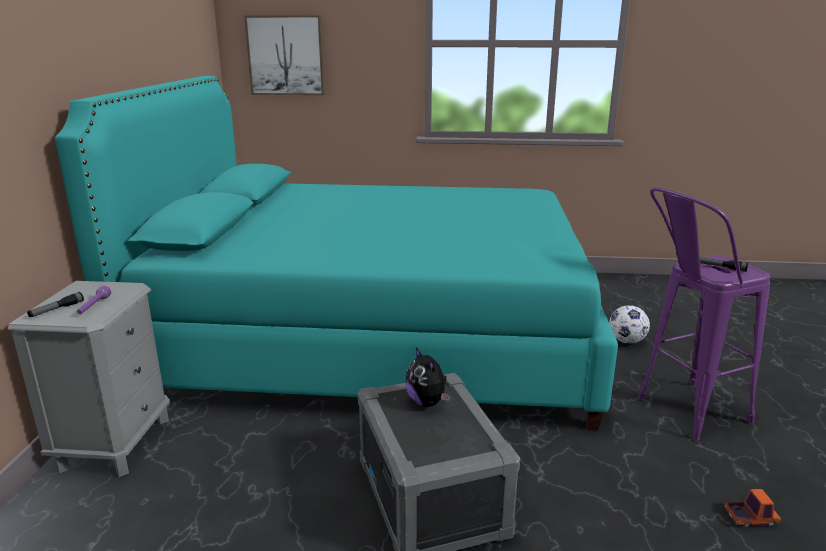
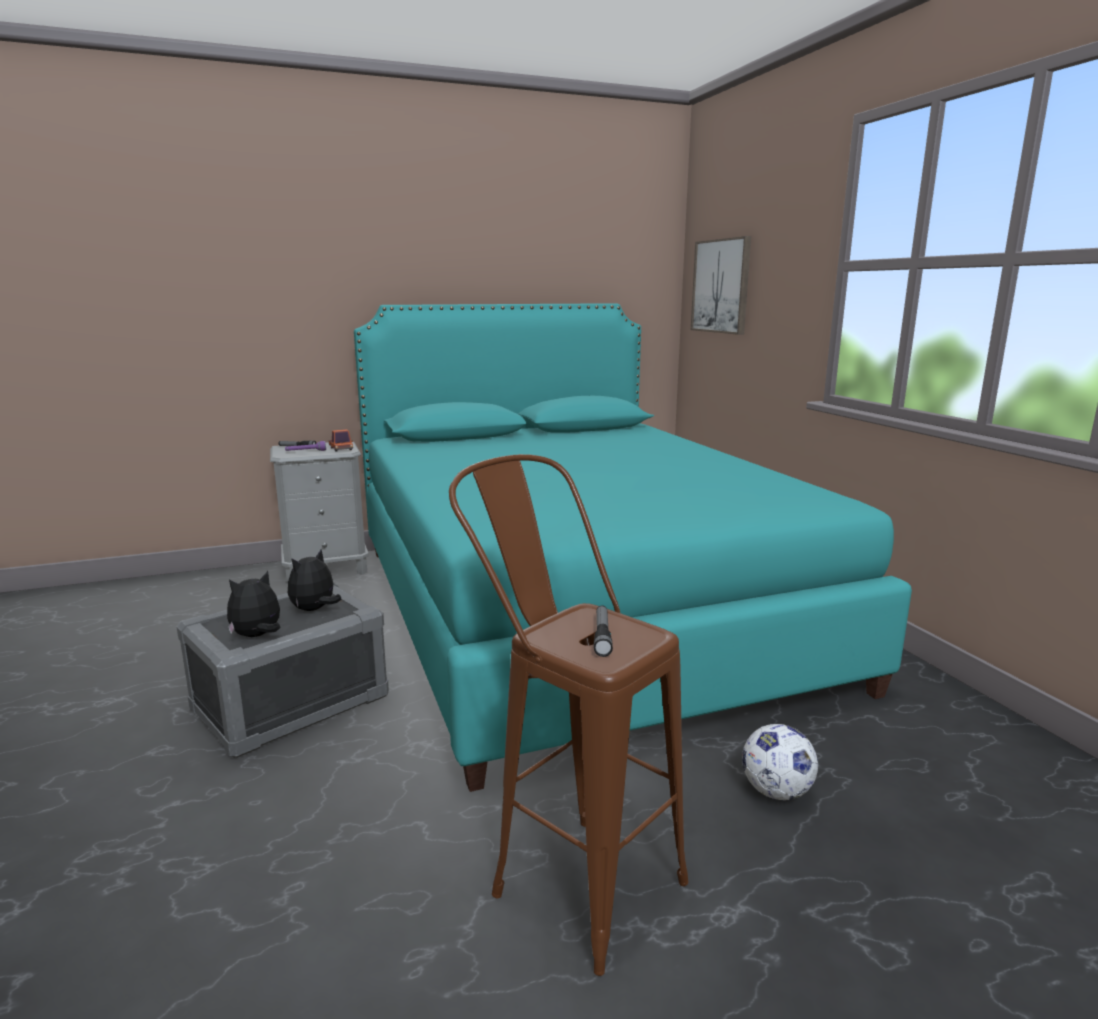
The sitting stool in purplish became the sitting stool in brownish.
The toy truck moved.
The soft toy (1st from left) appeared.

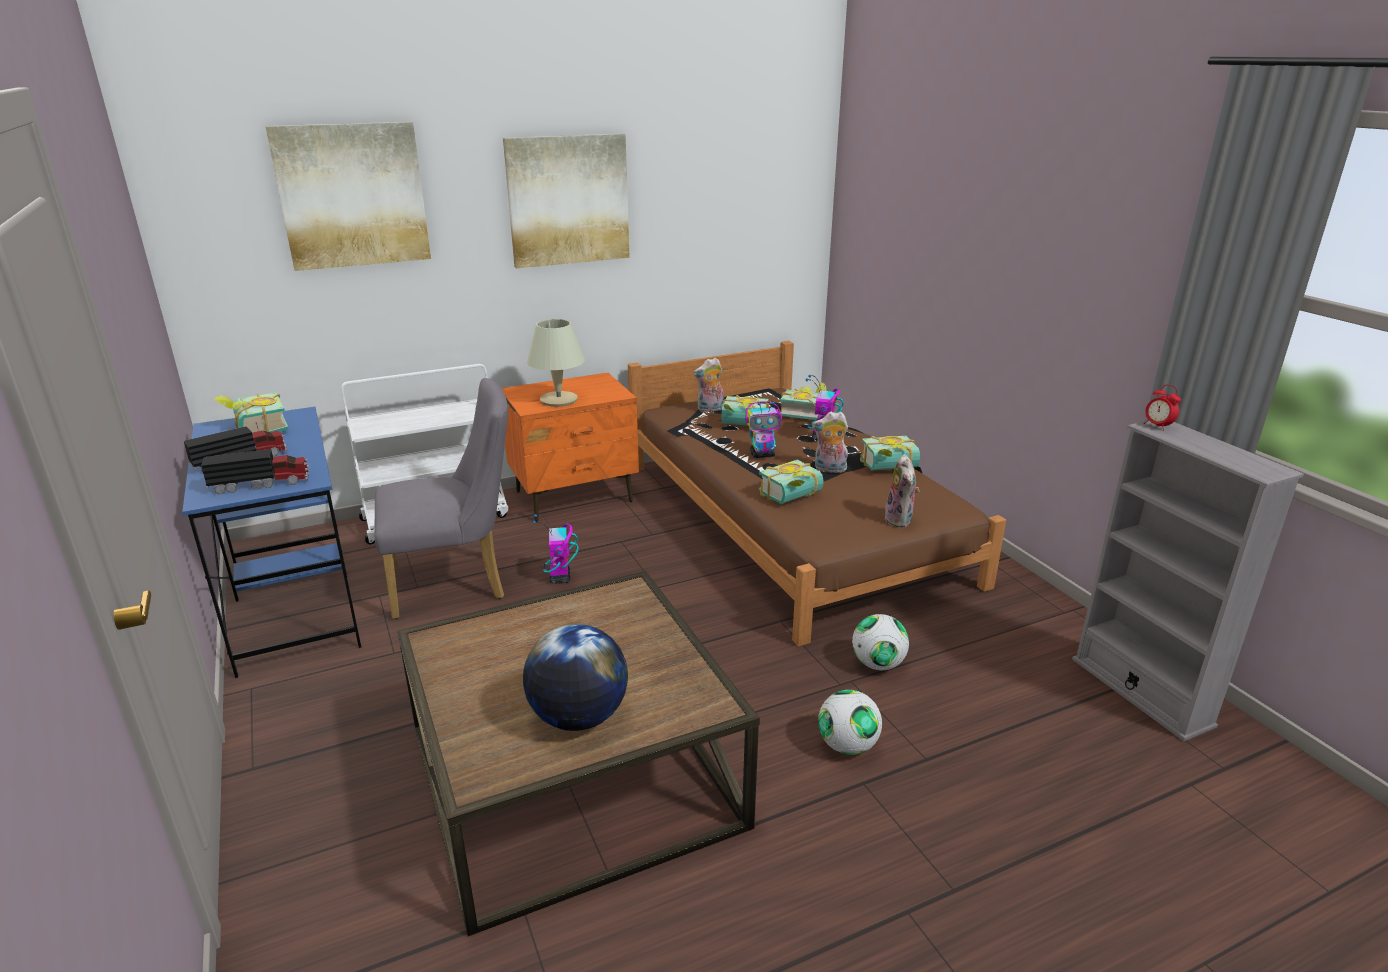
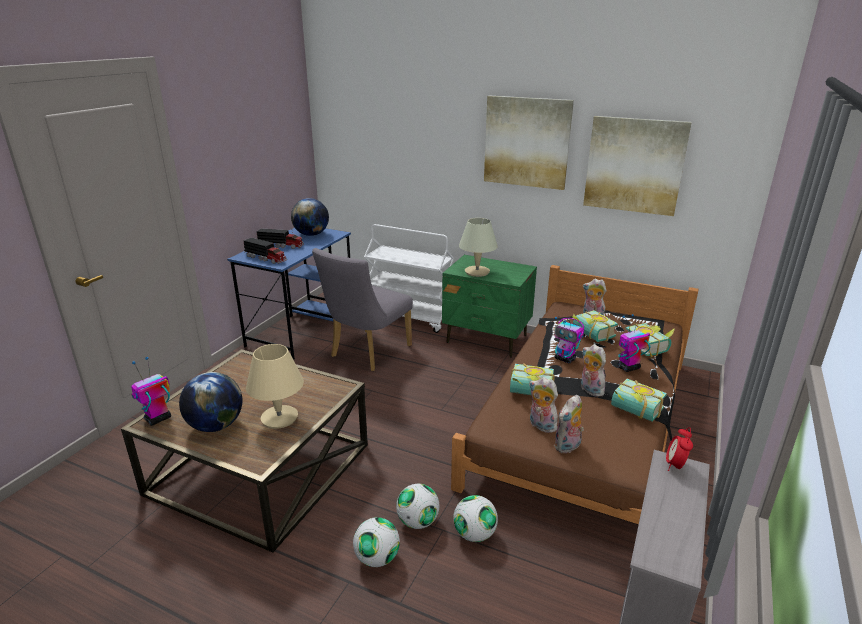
The book (1st from left) was replaced by the globe (2nd from left).
The wall art (1st from left in the first image) moved.
The chair in gray turned 90 degrees clockwise.
The bedside table in orange became the bedside table in green-coloured.
The toy robot (1st from left) moved.
The table lamp in beige (1st from left) appeared.
The football ball (2nd from left) appeared.
The soft toy (1st from left) appeared.

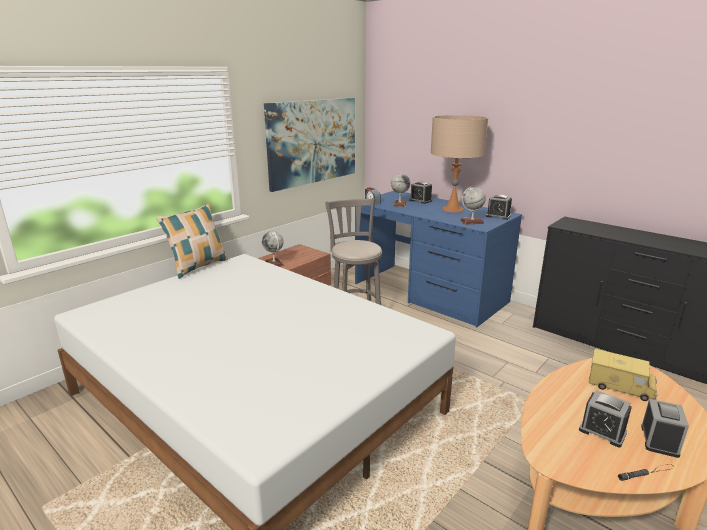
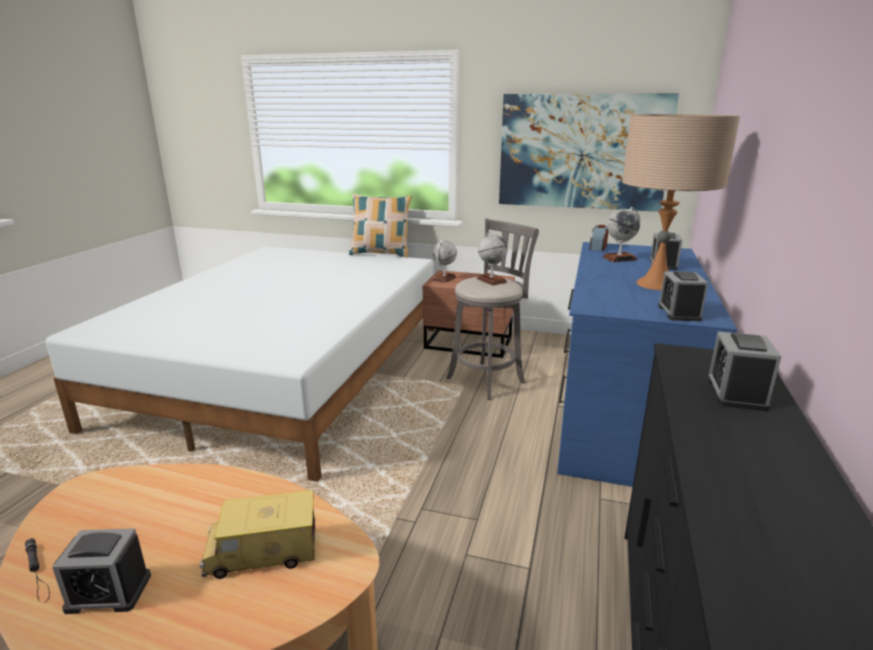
The globe (3rd from left in the first image) moved.
The bedside clock (4th from left in the first image) moved.
The toy truck turned 75 degrees clockwise.

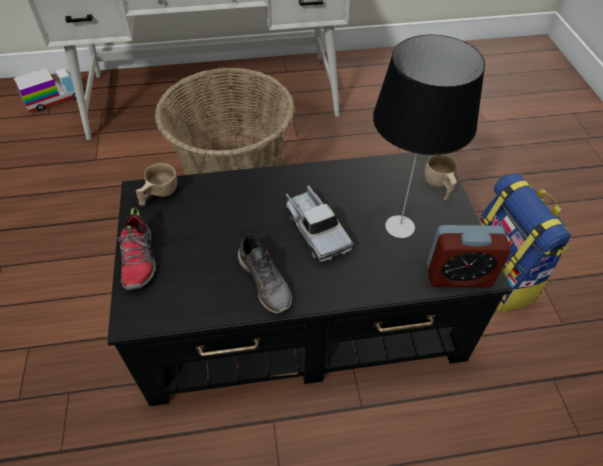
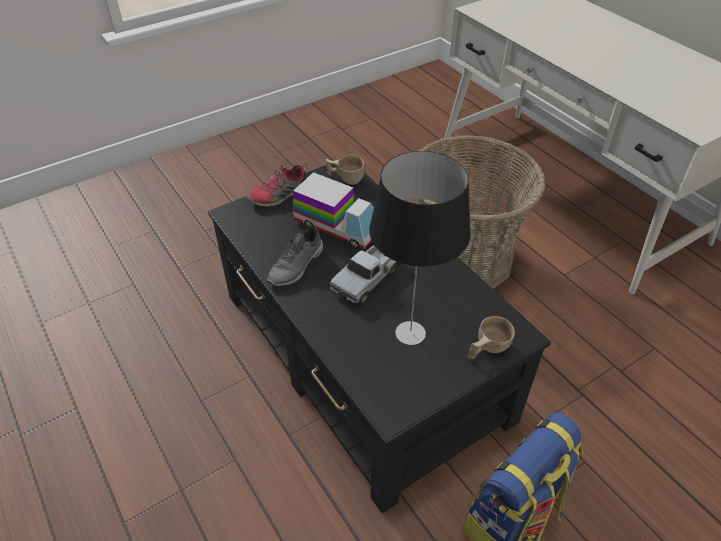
The toy truck (1st from left) moved.
The bedside clock disappeared.

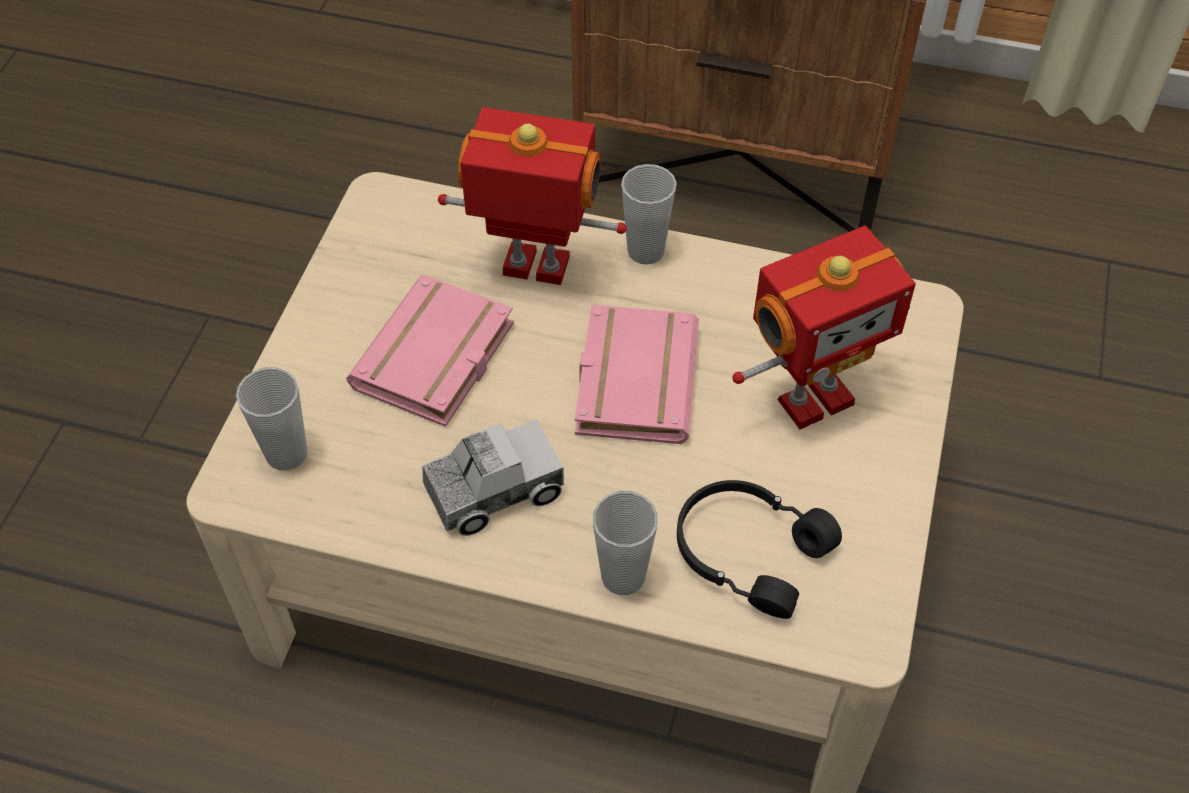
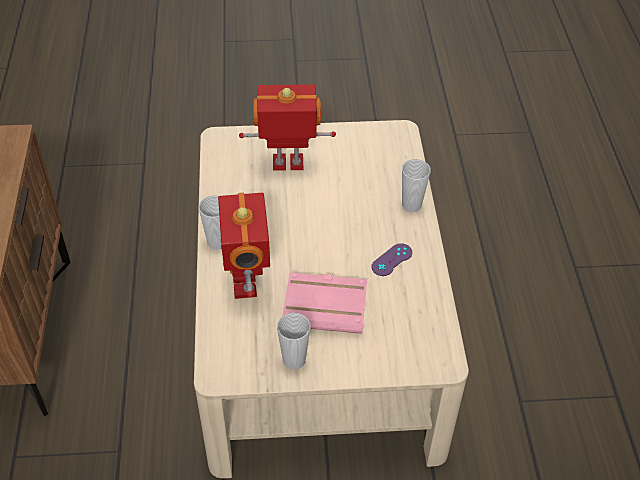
The drinking cup (1st from left in the first image) moved.
The toy truck was replaced by the joypad in purplish.
The book in pinkish (2nd from left) disappeared.
The headphones in black disappeared.
The toy robot (2nd from left) turned 45 degrees counterclockwise.

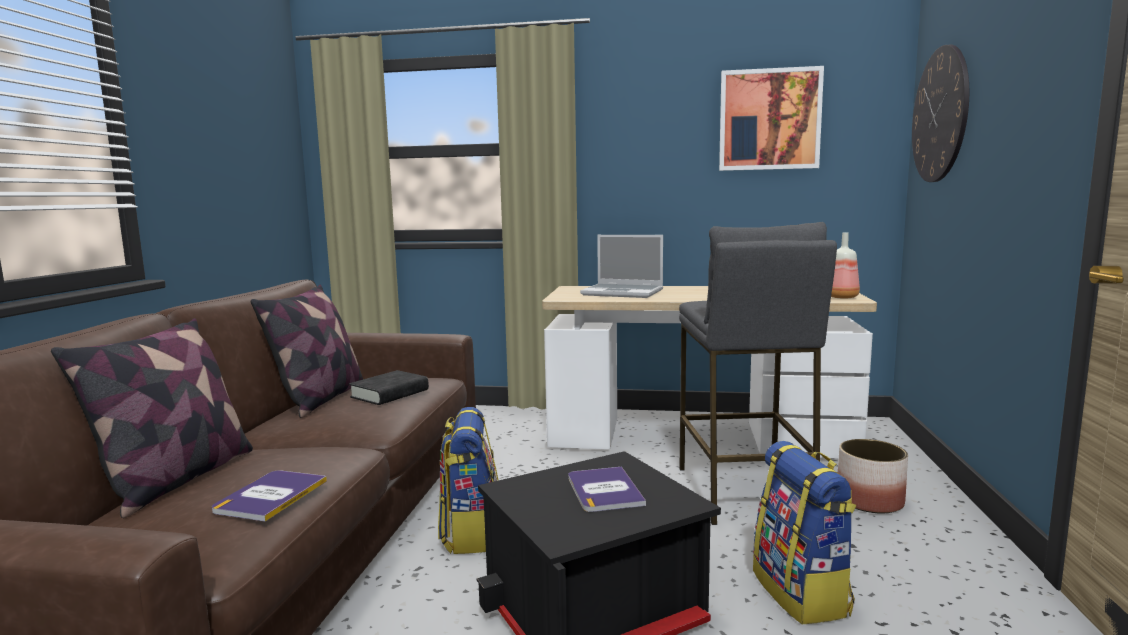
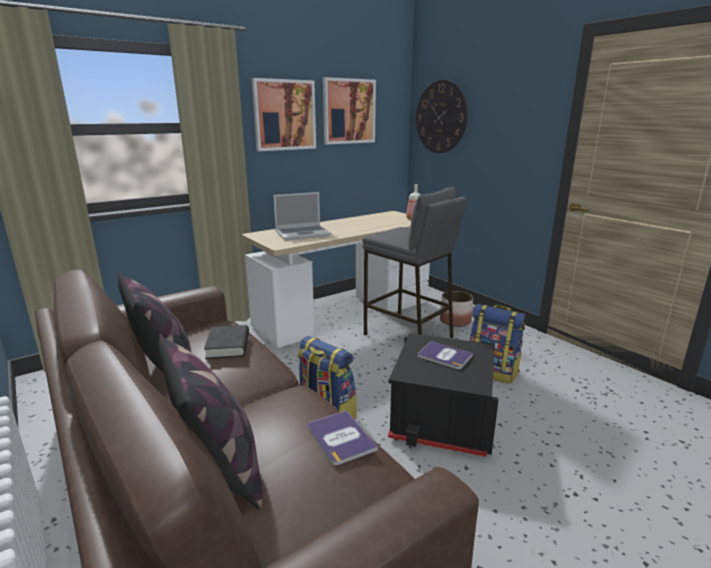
The wall art (1st from left) appeared.

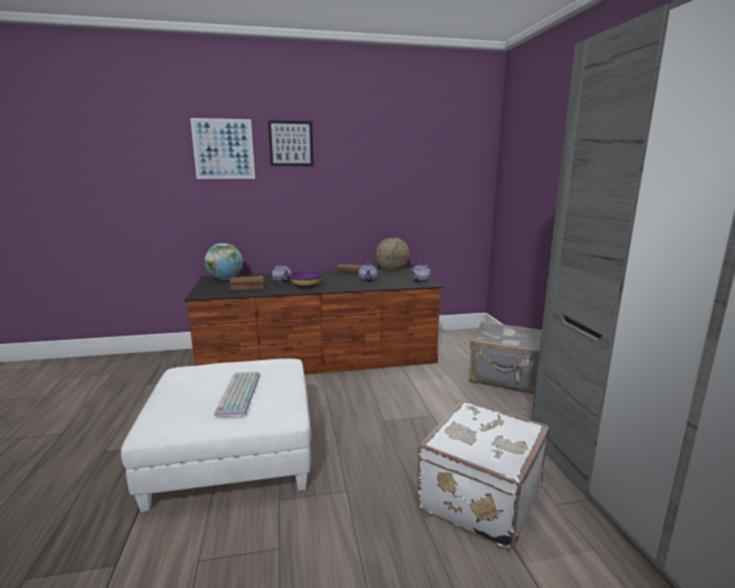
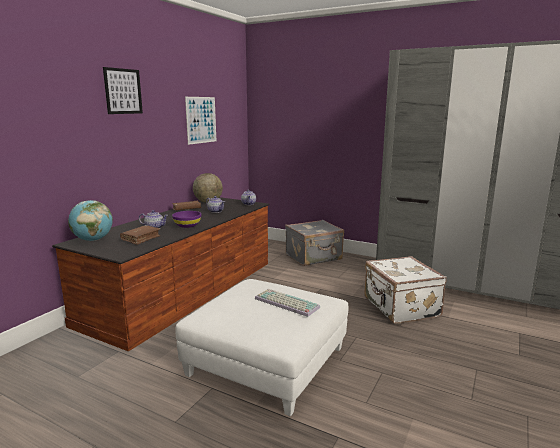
The wall art (1st from left in the first image) moved.

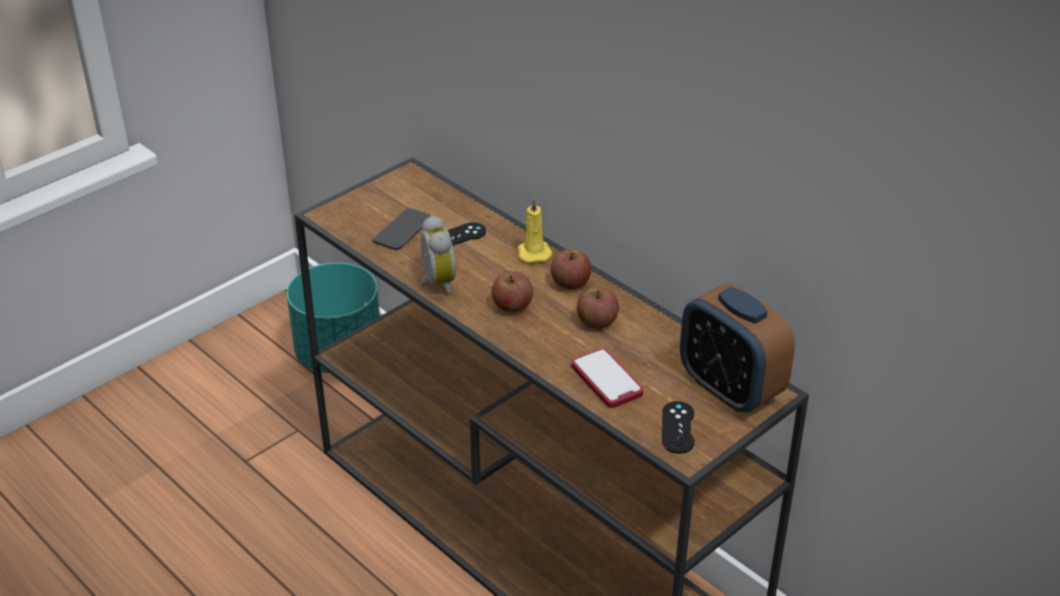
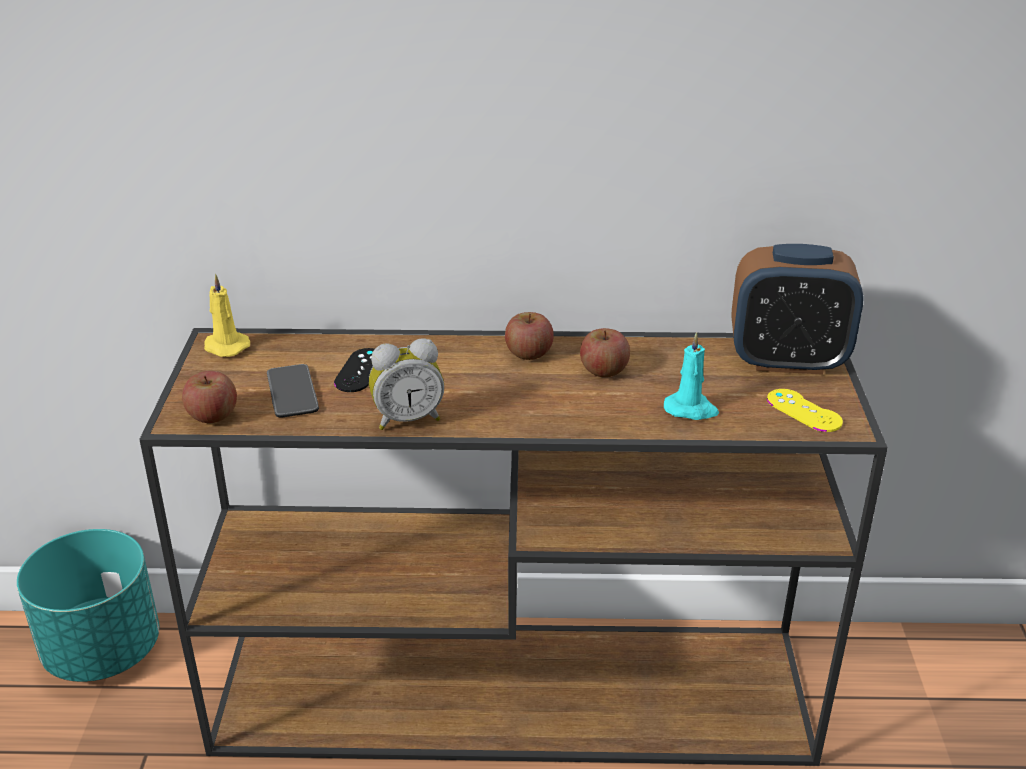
The bedside clock (1st from left) turned 135 degrees clockwise.
The apple (1st from left) moved.
The wax light in yellow moved.
The telephone (2nd from left) was replaced by the wax light in turquoise-coloured.
The joypad in black (2nd from left) became the joypad in yellow.

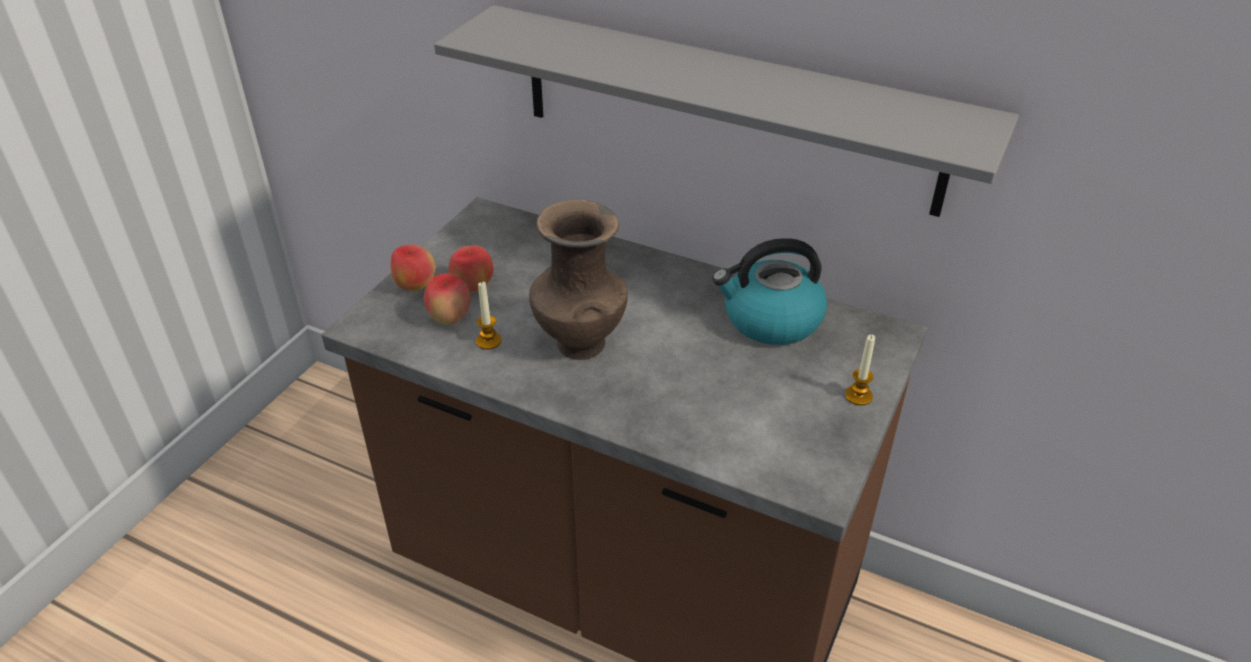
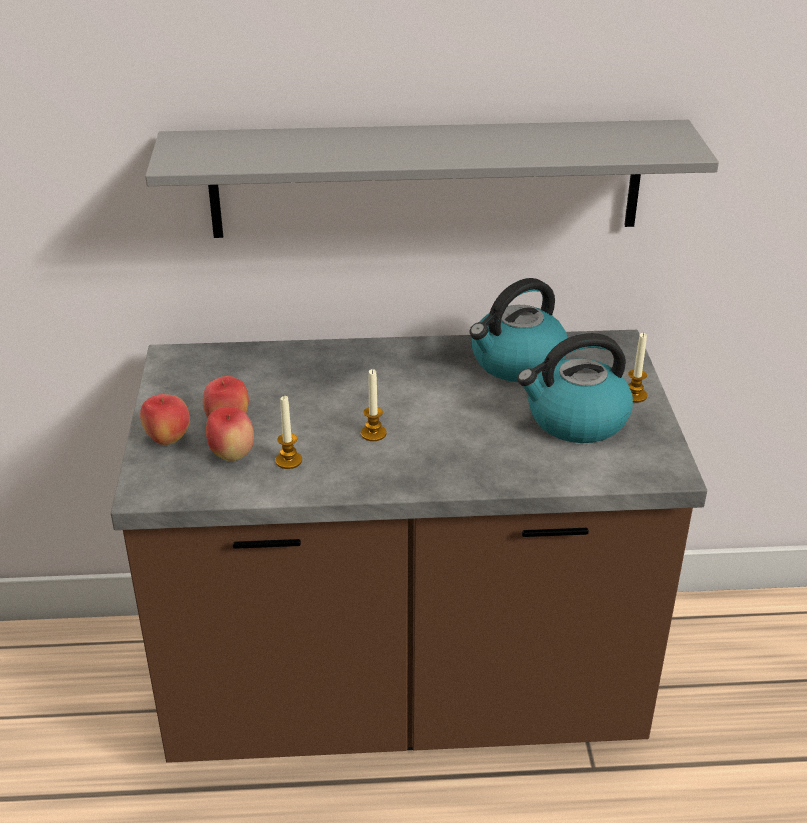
The decorative vase in brownish was replaced by the wax light (2nd from left).
The tea kettle (2nd from left) appeared.

